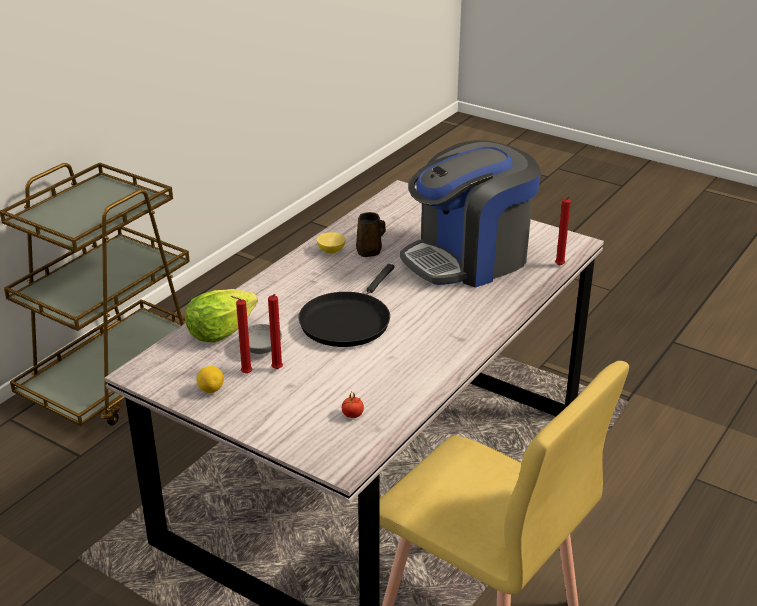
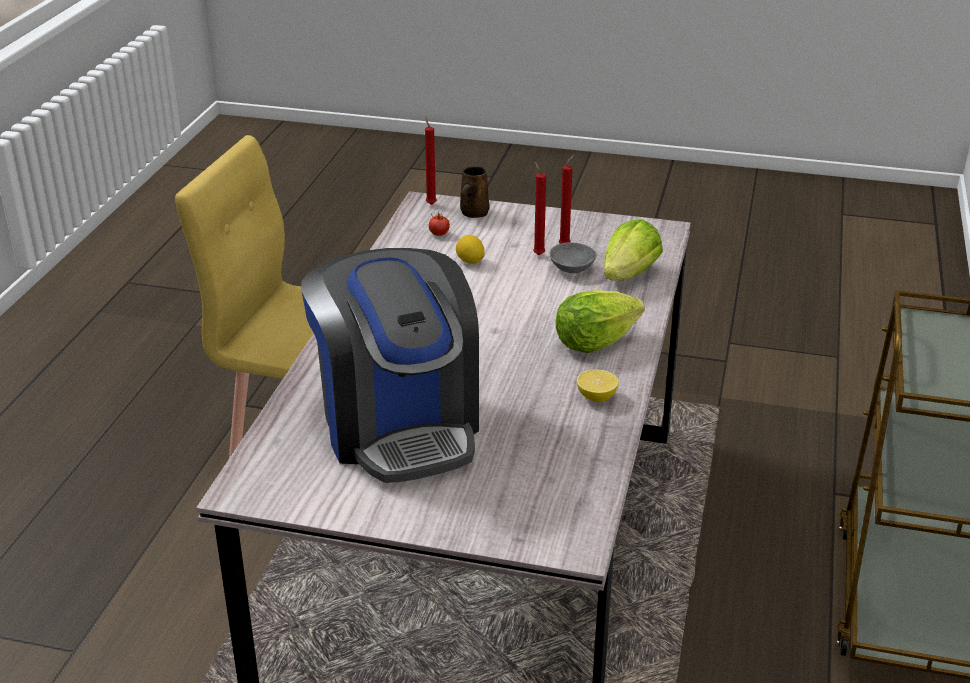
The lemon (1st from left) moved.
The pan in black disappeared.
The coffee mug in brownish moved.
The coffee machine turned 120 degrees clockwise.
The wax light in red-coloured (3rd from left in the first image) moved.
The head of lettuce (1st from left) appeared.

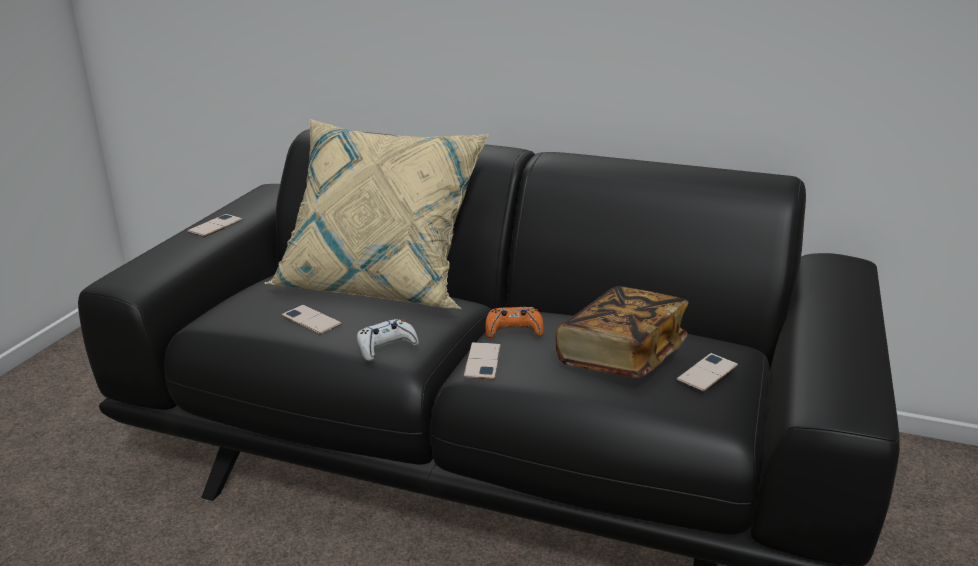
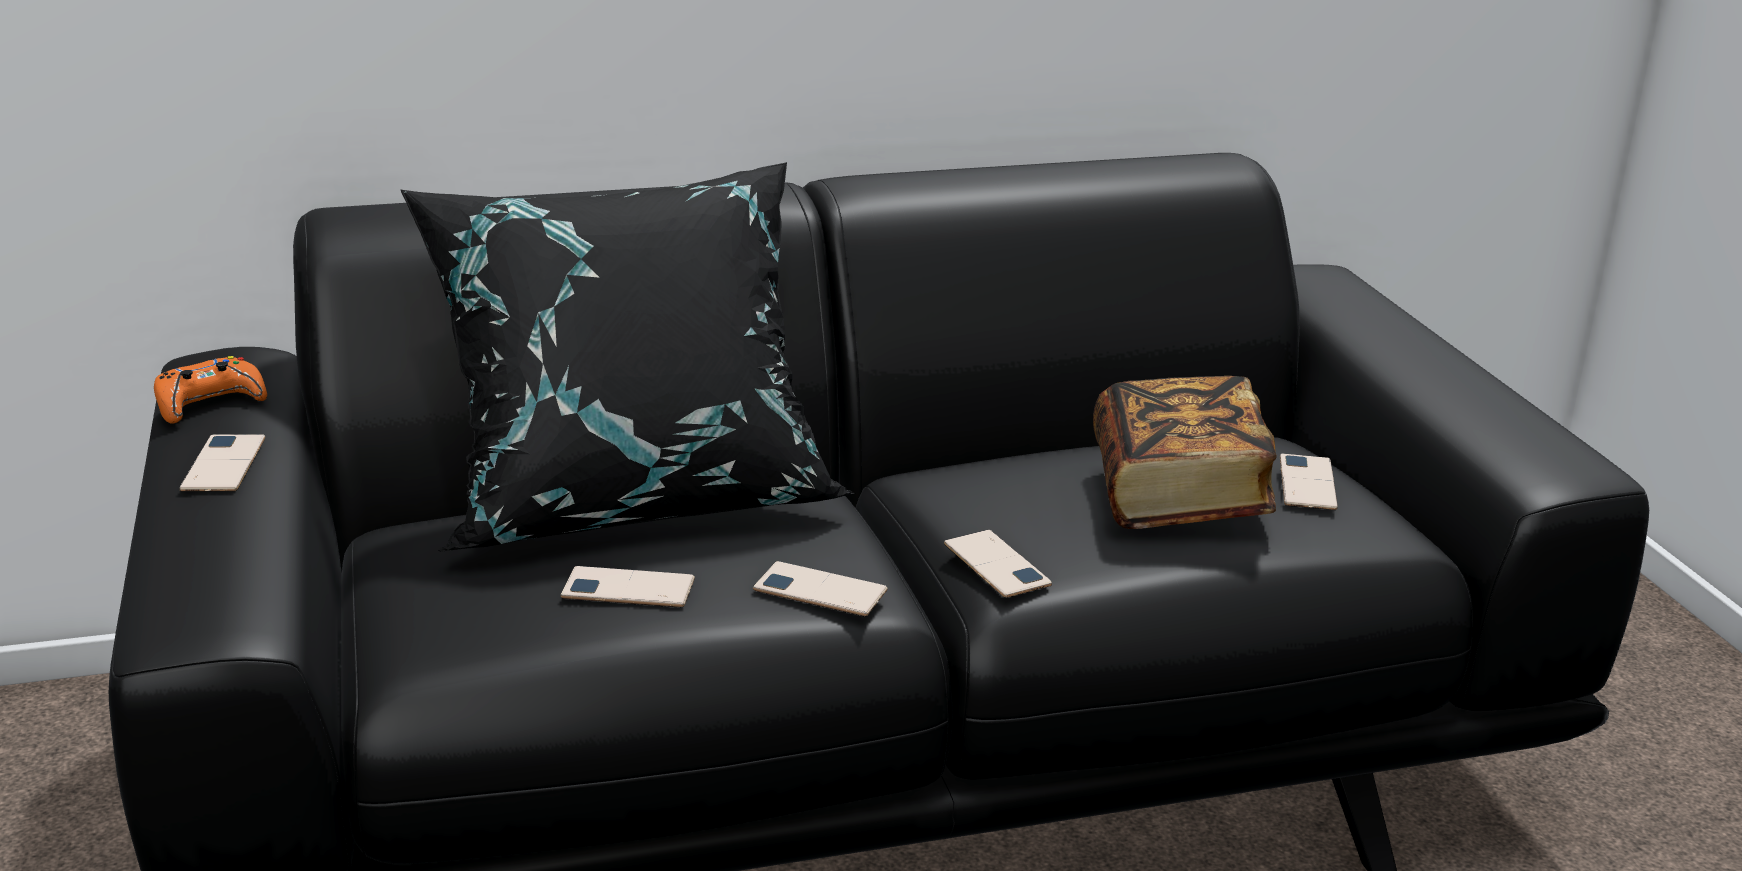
The throw pillow in beige became the throw pillow in black.
The joypad in whitish was replaced by the telephone (3rd from left).
The joypad in orange moved.

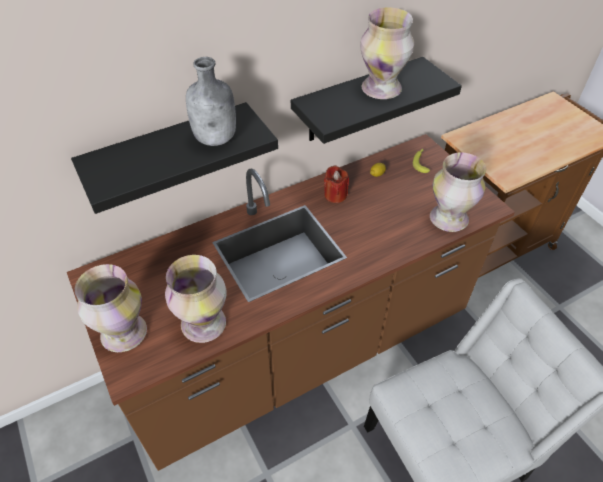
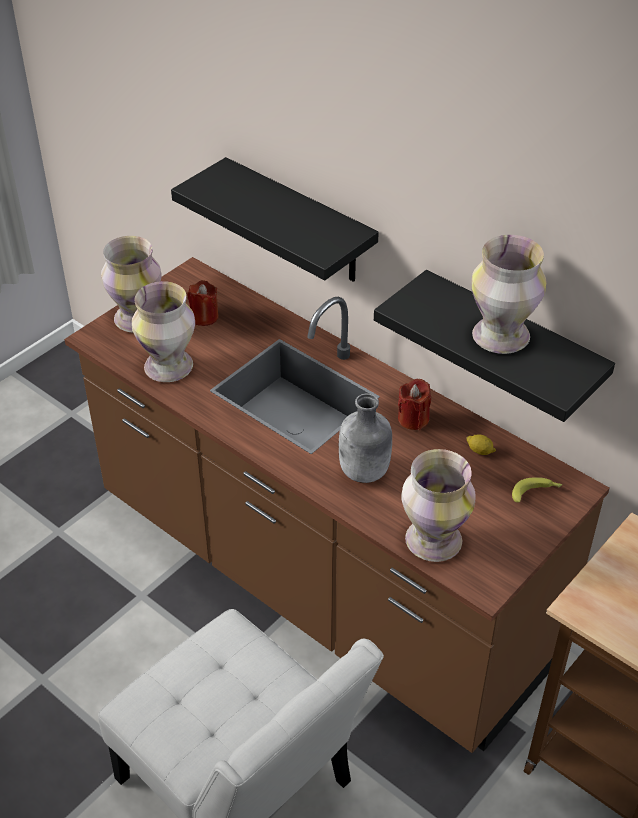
The bottle in gray moved.
The wax light in red-coloured (1st from left) appeared.

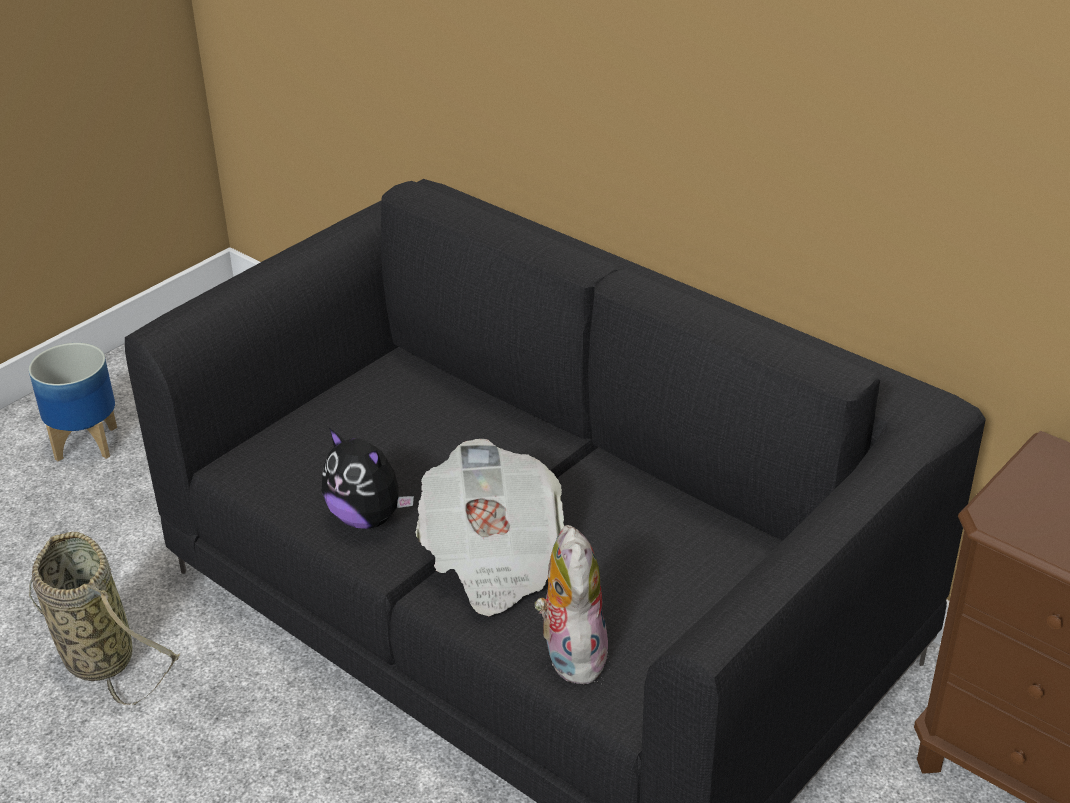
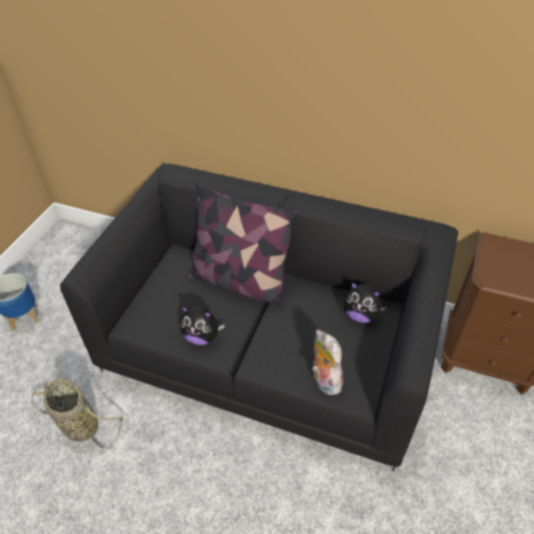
The daily paper disappeared.
The throw pillow appeared.
The soft toy (3rd from left) appeared.

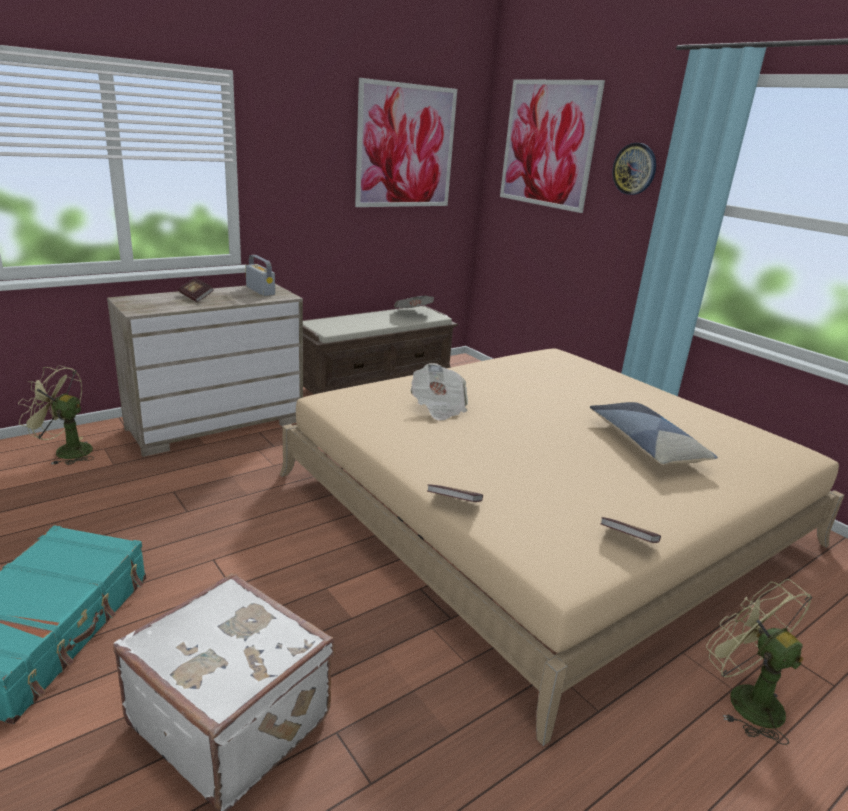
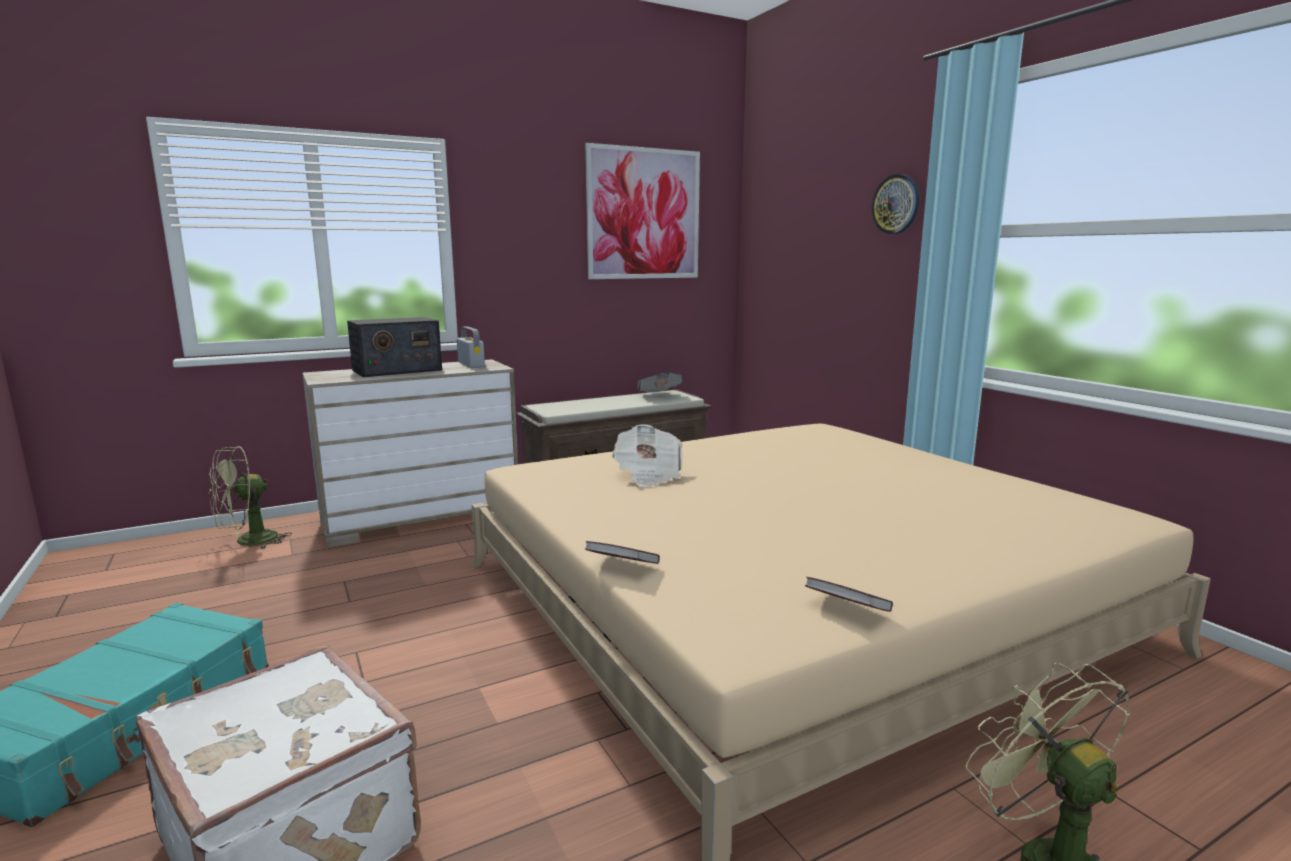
The electric fan in green-coloured (1st from left) turned 60 degrees counterclockwise.
The book (1st from left) was replaced by the radio receiver (1st from left).
The wall art (2nd from left) disappeared.
The throw pillow disappeared.

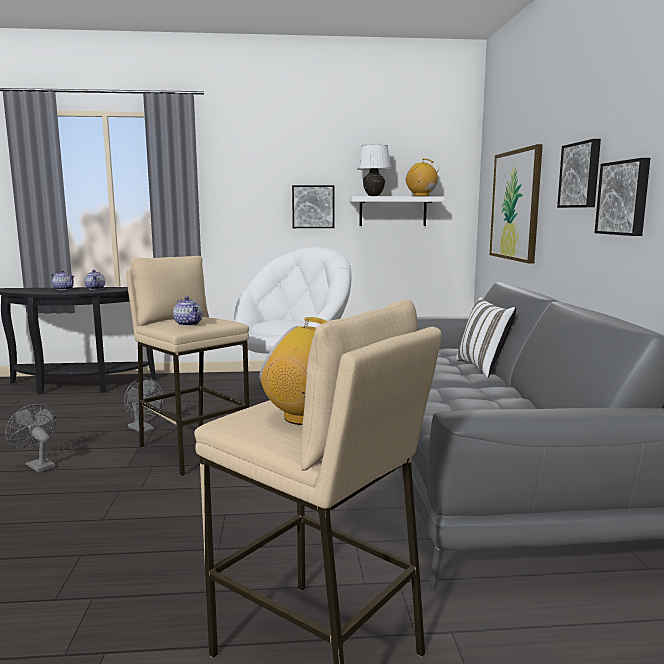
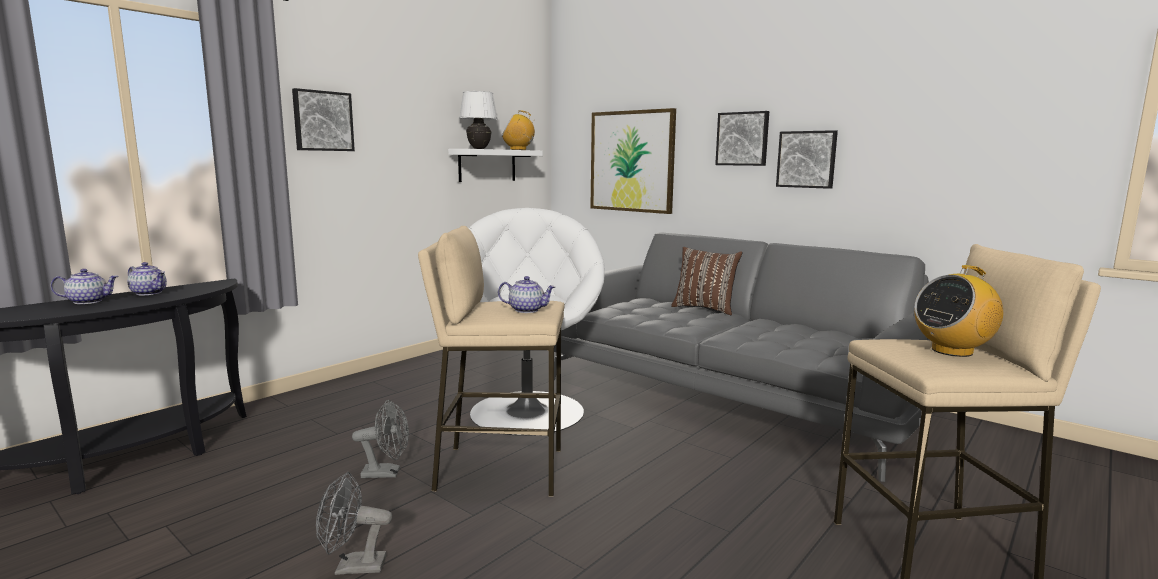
The wall art (1st from left) moved.
The throw pillow in whitish became the throw pillow in brownish.

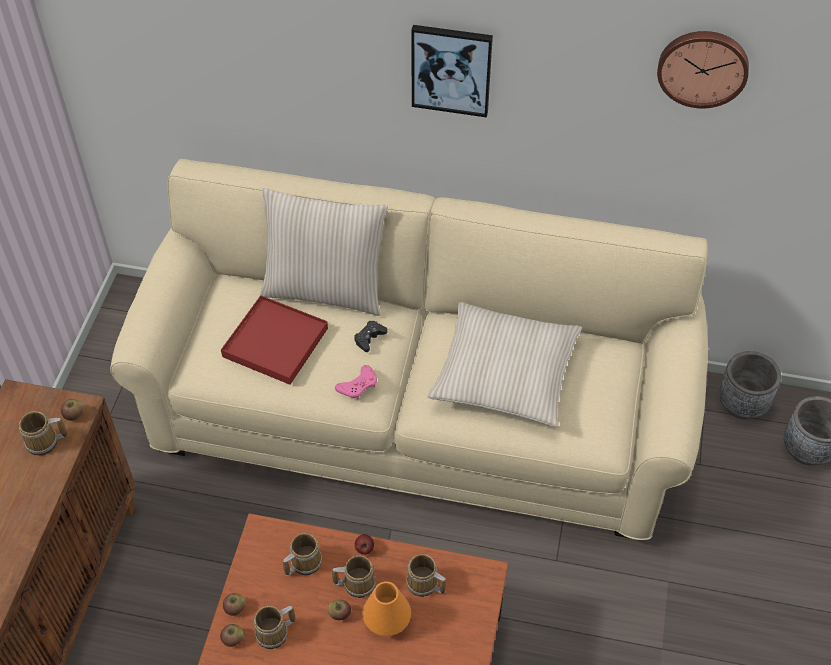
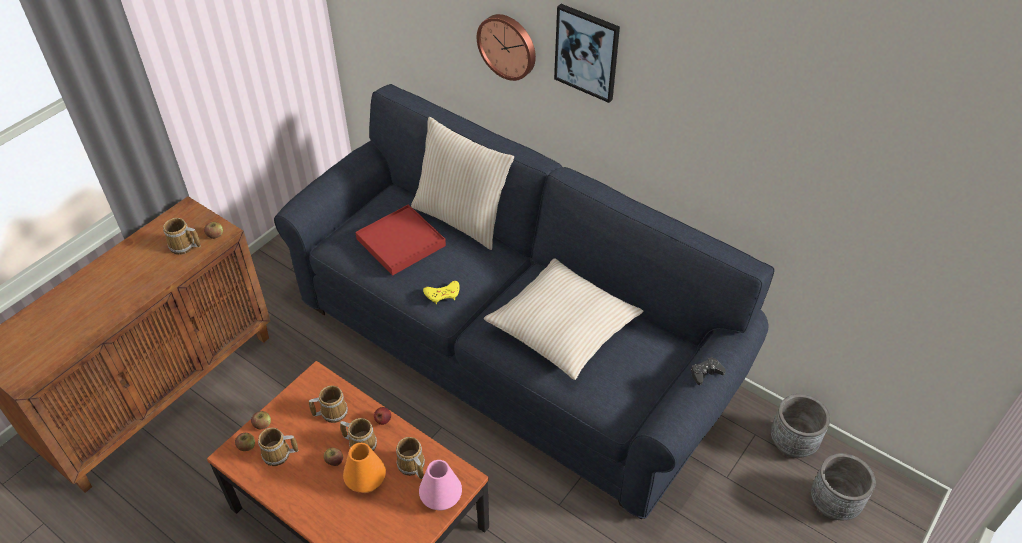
The couch in beige became the couch in blue-coloured.
The joypad in pinkish became the joypad in yellow.
The joypad in black moved.
The hanging clock moved.
The decorative vase in pinkish appeared.

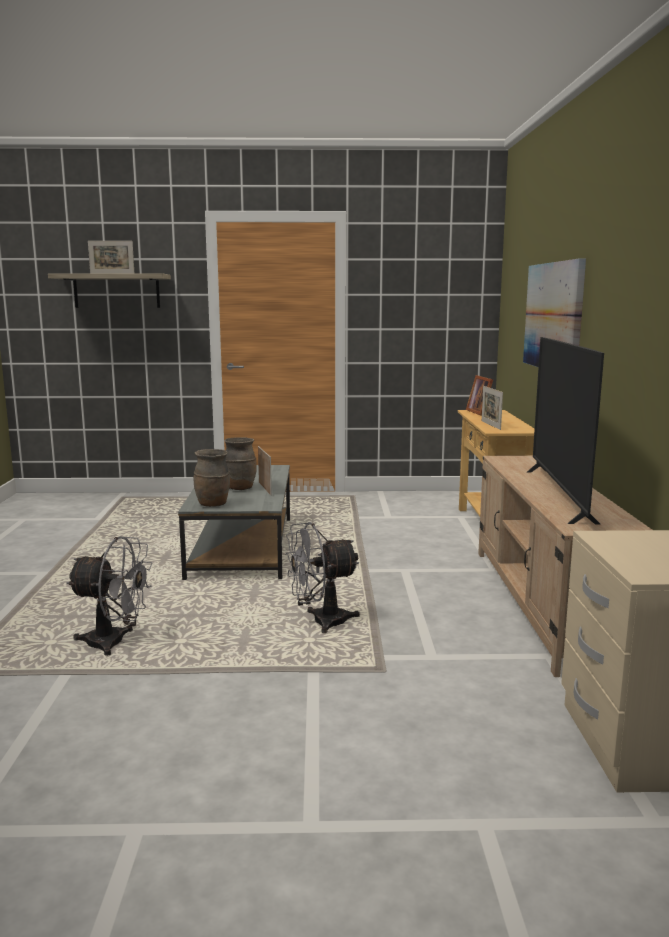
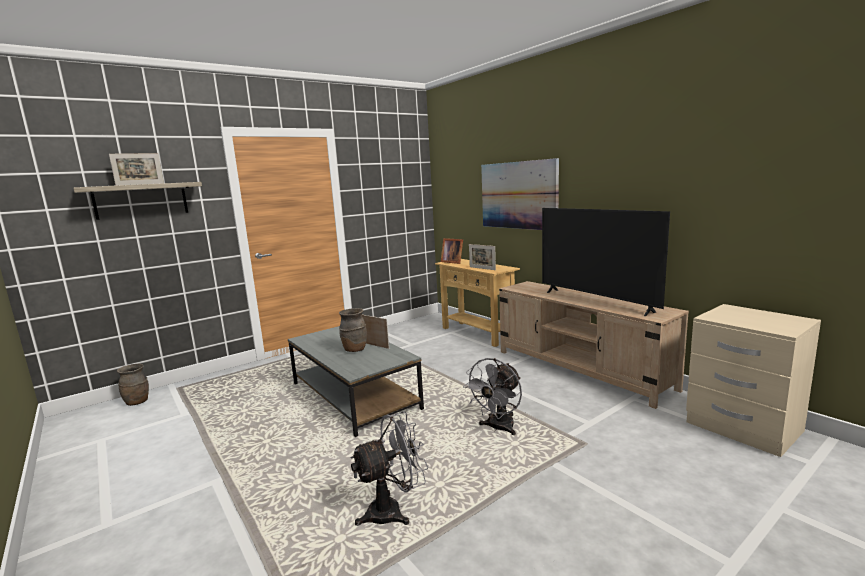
The decorative vase in brownish (1st from left) moved.

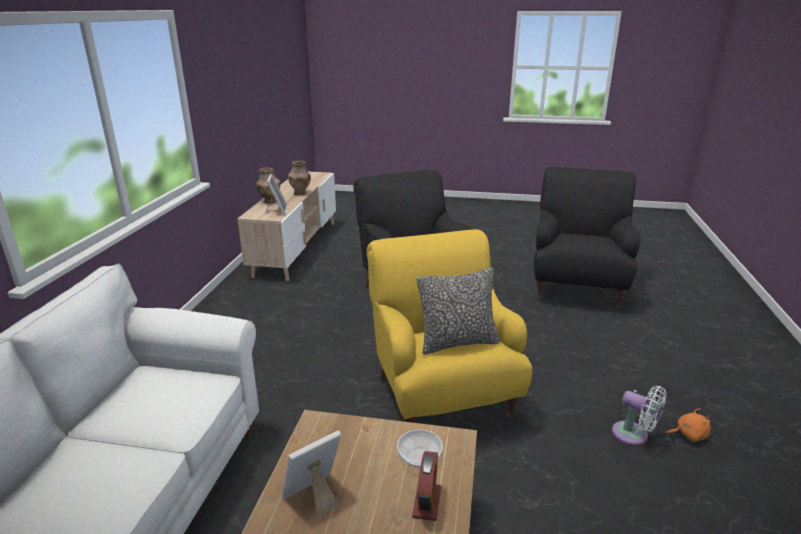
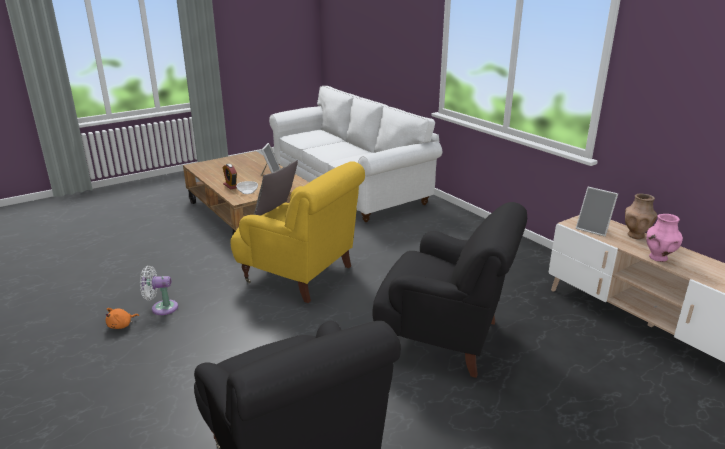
The decorative vase in brownish (2nd from left) became the decorative vase in pinkish.

